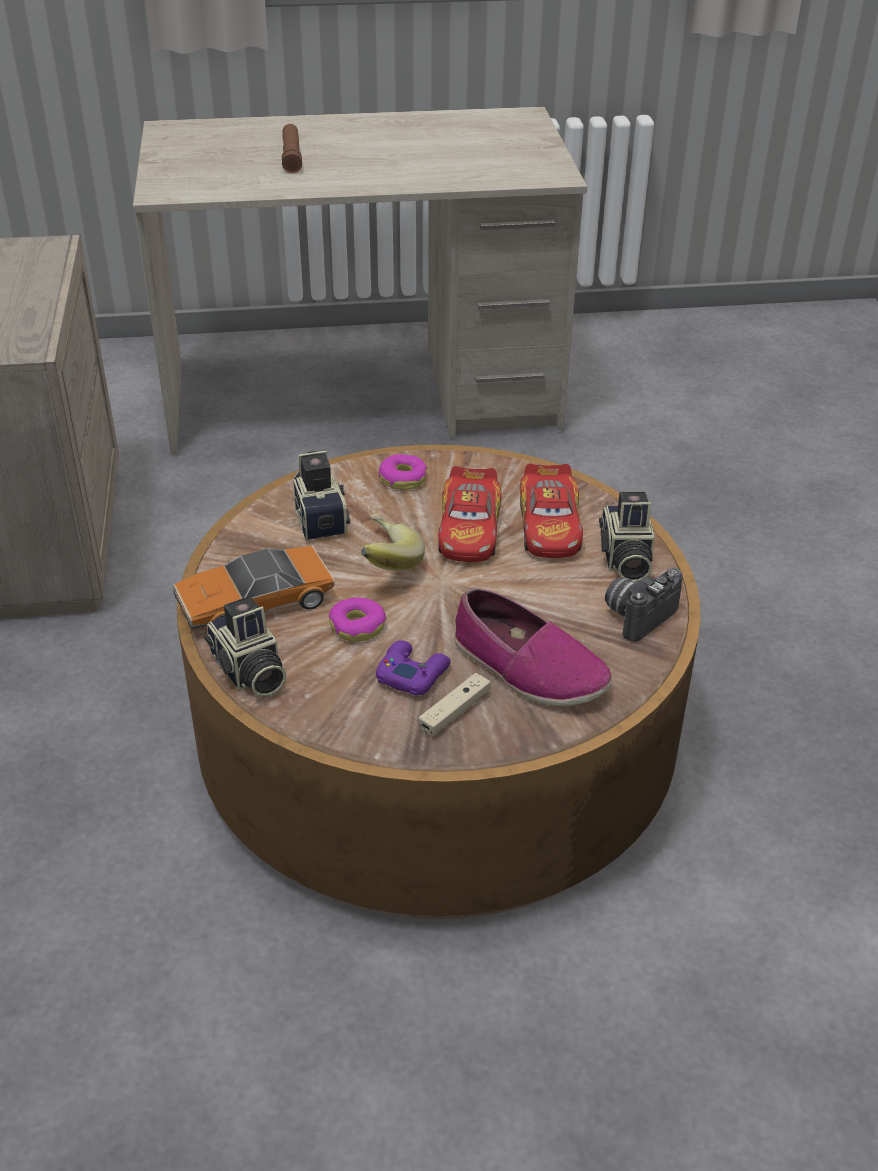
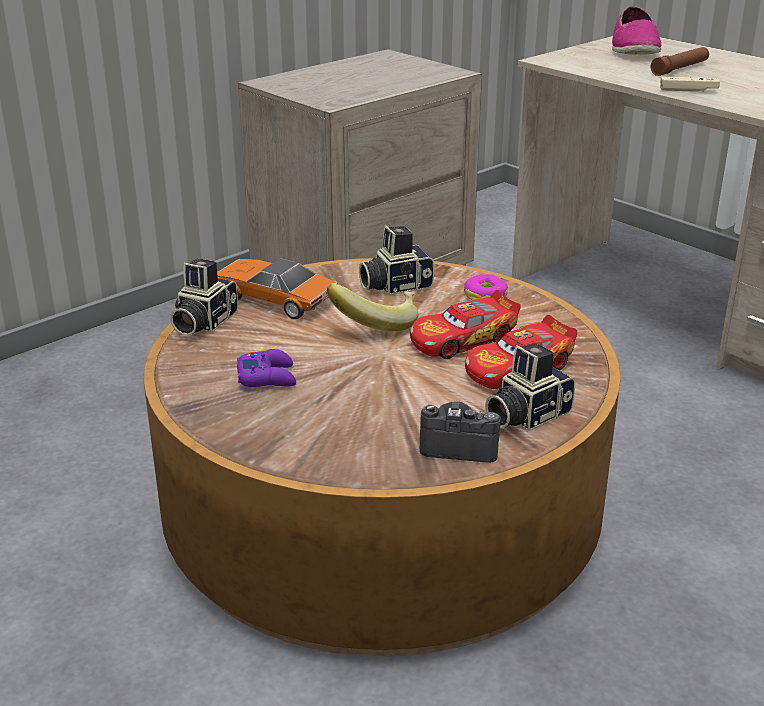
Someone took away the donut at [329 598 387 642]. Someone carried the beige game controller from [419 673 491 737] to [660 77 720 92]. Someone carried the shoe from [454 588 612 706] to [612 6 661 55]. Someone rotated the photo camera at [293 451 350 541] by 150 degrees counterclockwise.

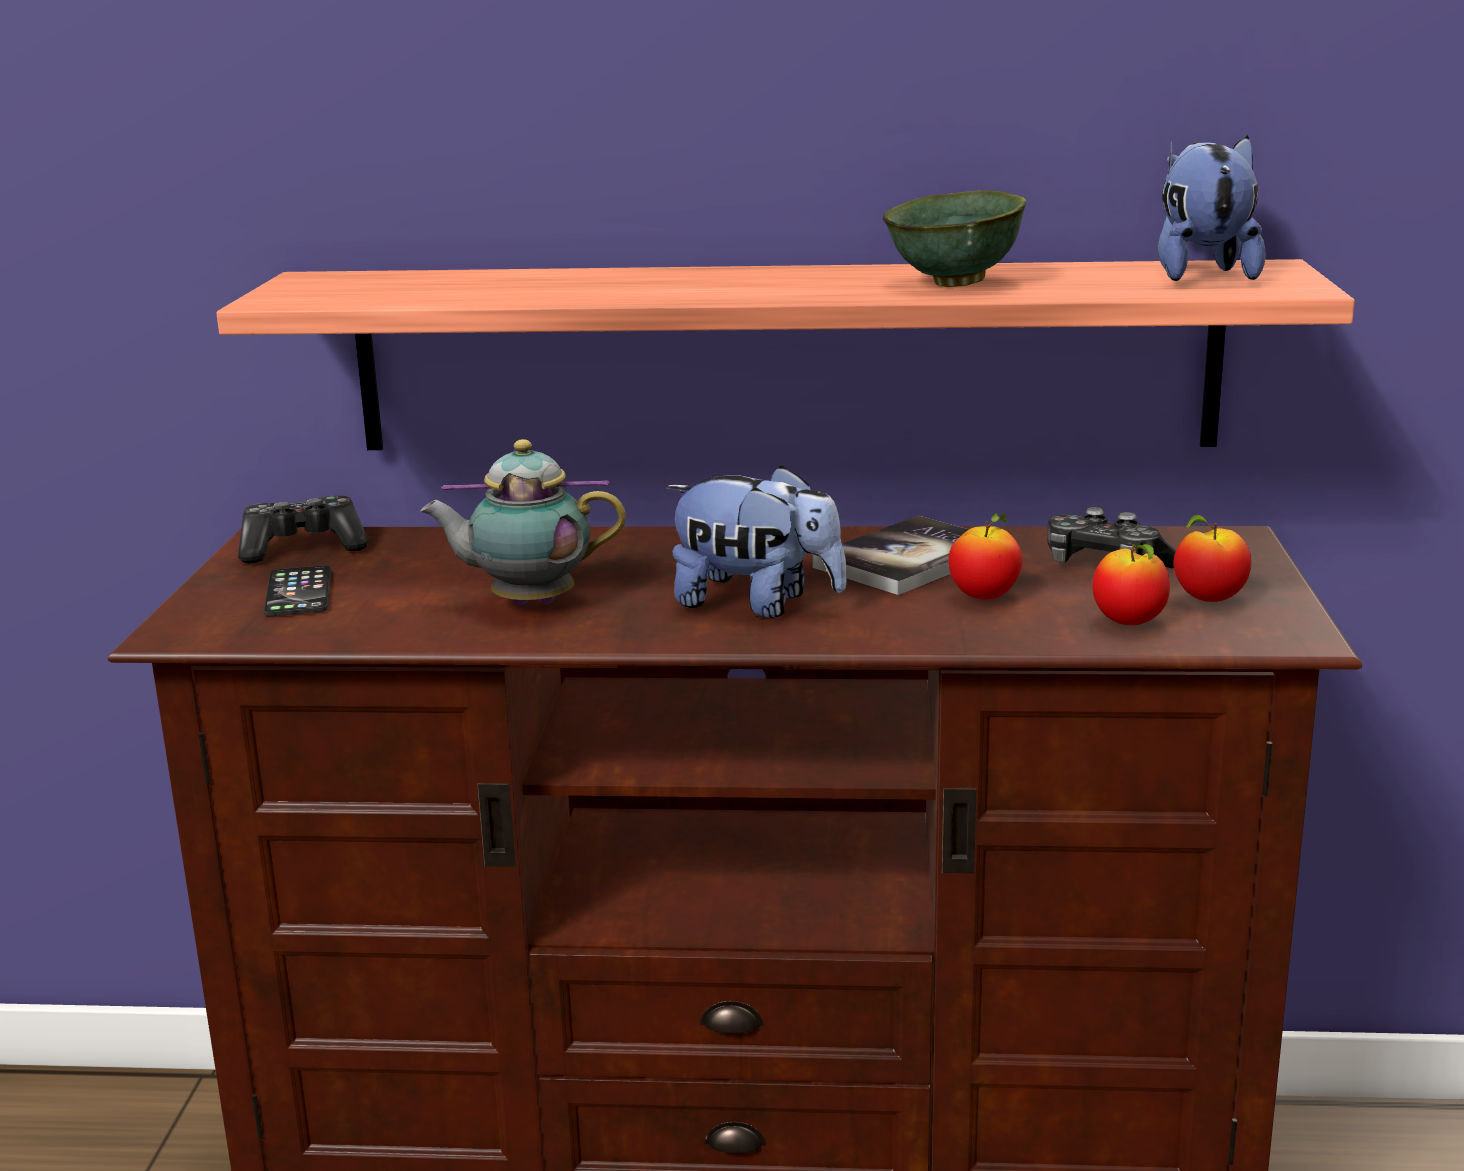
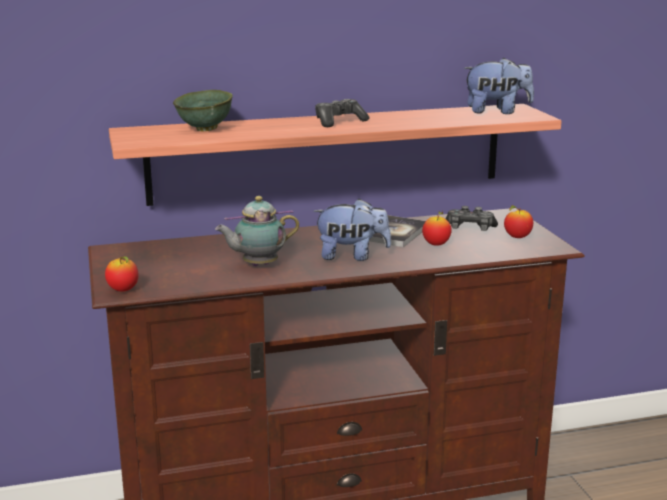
Someone took away the phone at [264 565 331 616]. Someone carried the game controller from [238 495 369 564] to [315 99 369 127]. Someone carried the green bowl from [883 190 1027 287] to [173 90 233 132]. Someone carried the apple from [1092 544 1170 625] to [105 256 139 292]. Someone rotated the plush toy at [1158 135 1266 281] by 105 degrees clockwise.

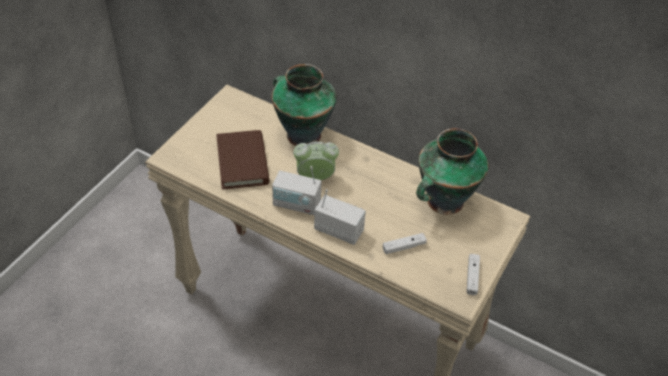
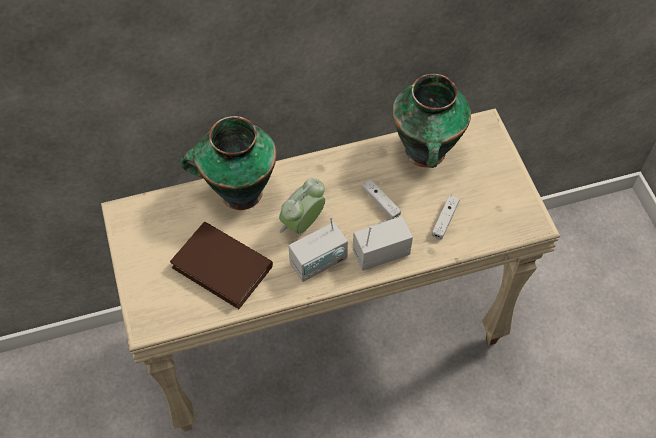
Someone carried the white game controller from [467 254 480 295] to [362 180 401 219].

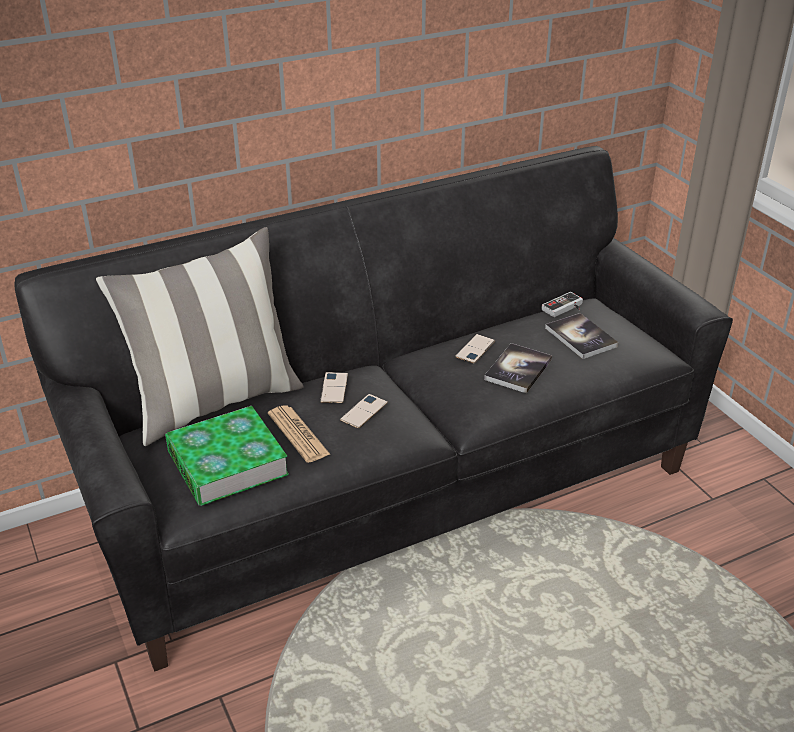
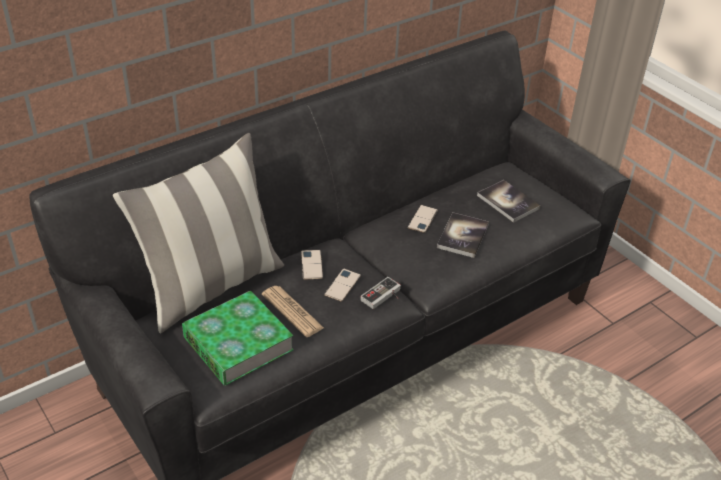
Someone carried the game controller from [542 292 583 317] to [360 277 401 309].

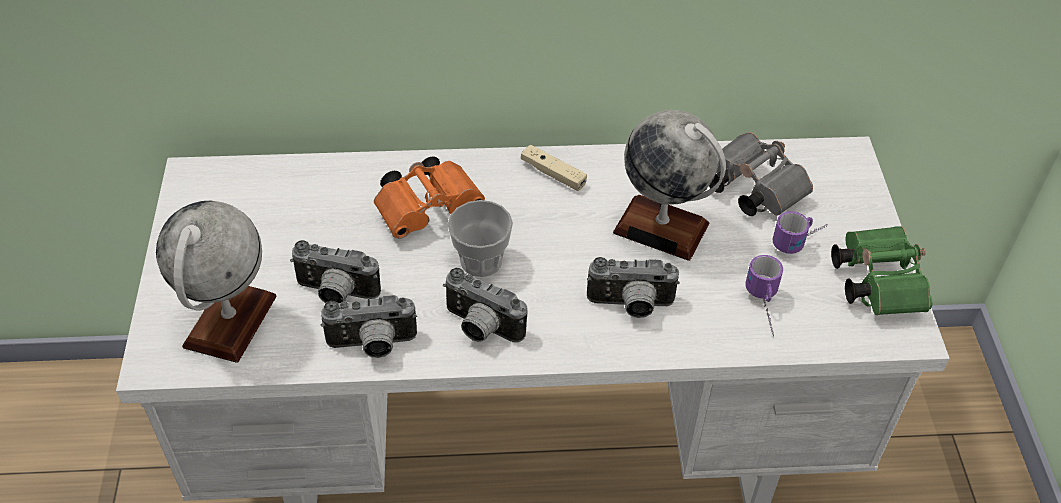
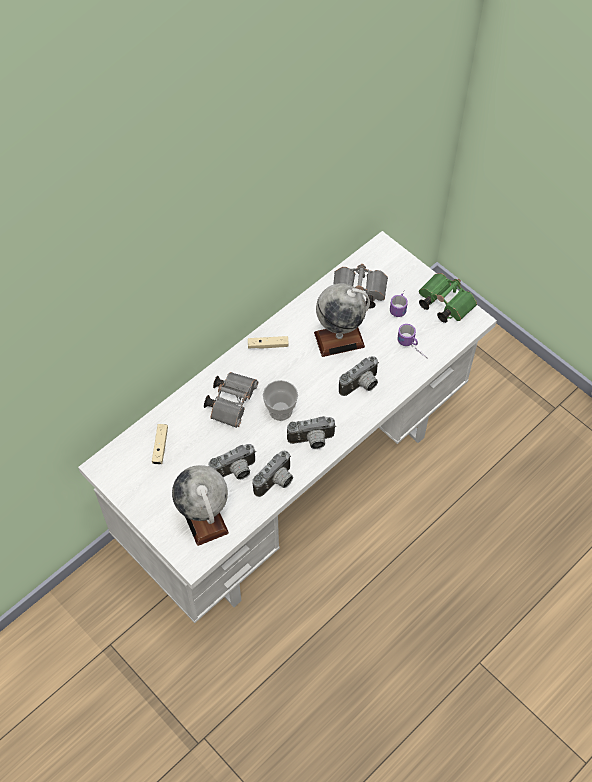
Someone put down the beige game controller at [152 424 168 464]. Someone repainted the orange binoculars at [374 156 485 239], which became the grey binoculars at [204 372 258 428].

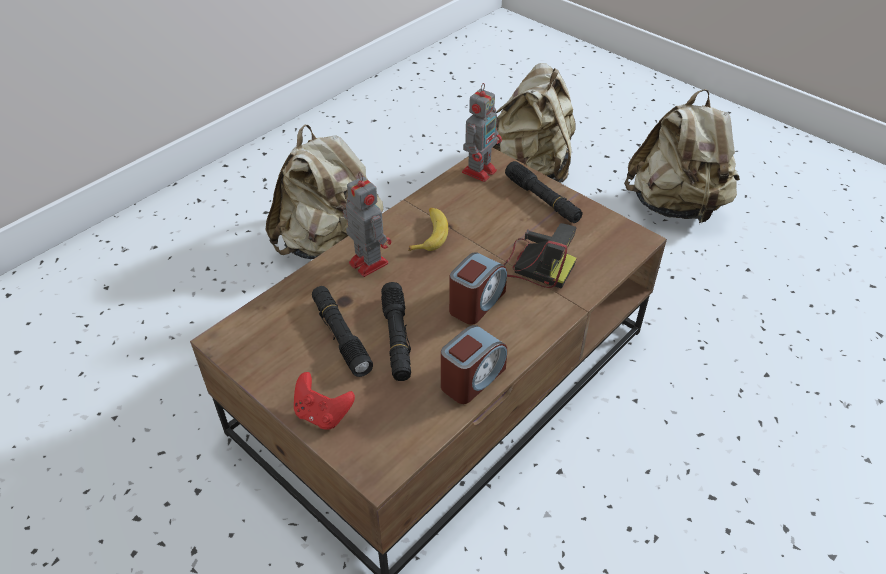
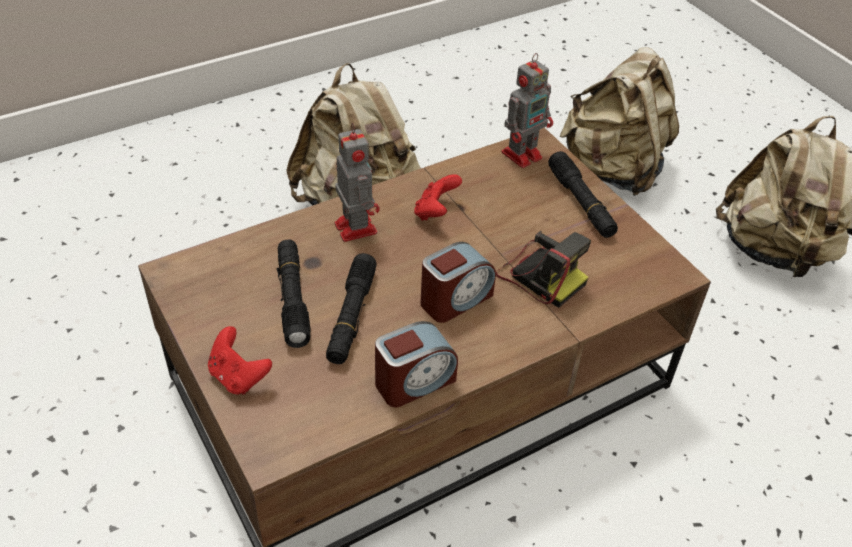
Someone swapped the banana at [408 207 448 251] for the red game controller at [414 174 462 221].

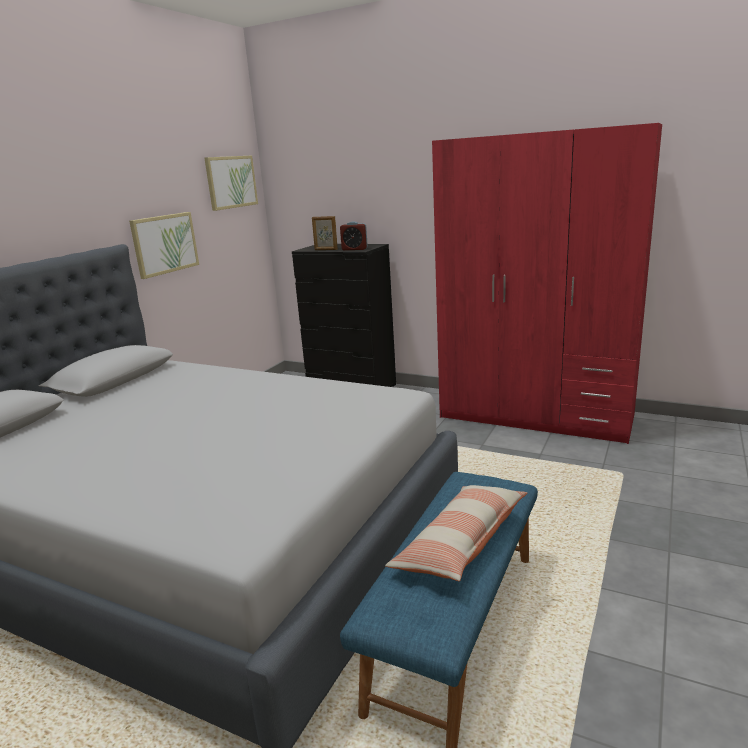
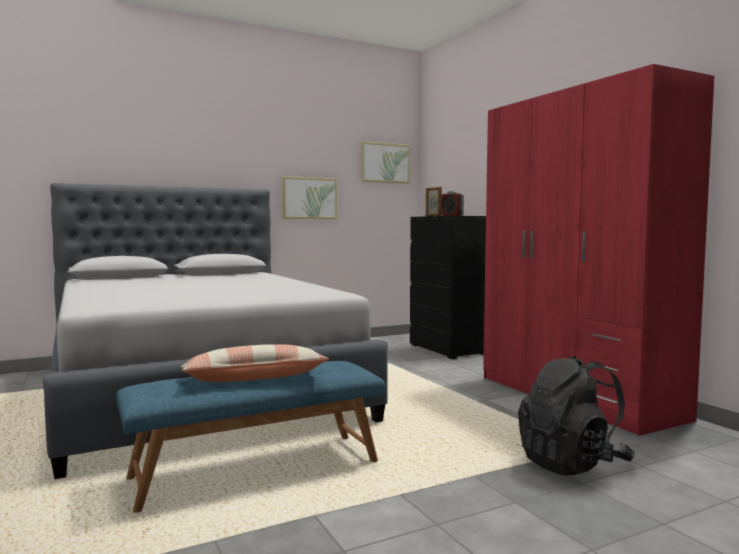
Someone put down the black backpack at [518 356 635 476].

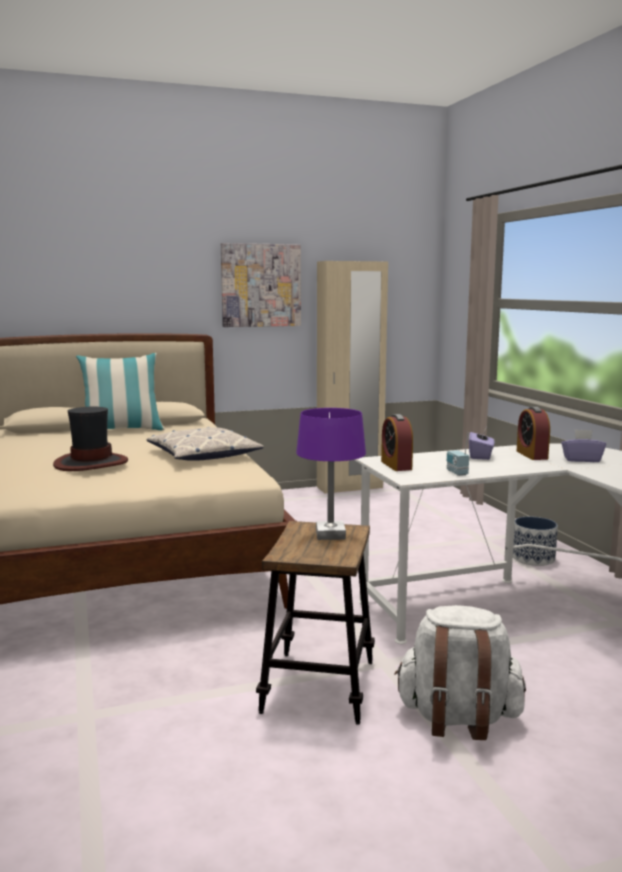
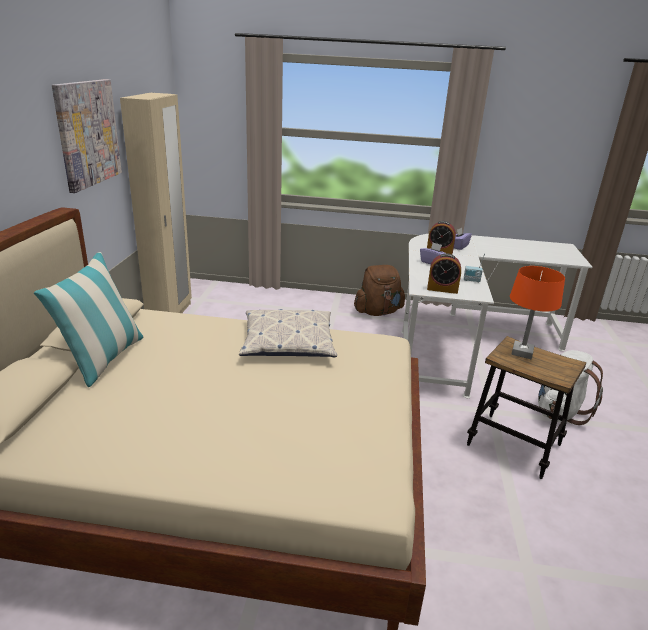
Someone took away the hat at [53 406 128 471]. Someone swapped the planter at [513 517 558 566] for the brown backpack at [354 265 405 316]. Someone repainted the purple table lamp at [296 408 366 540], which became the orange table lamp at [510 266 565 359].

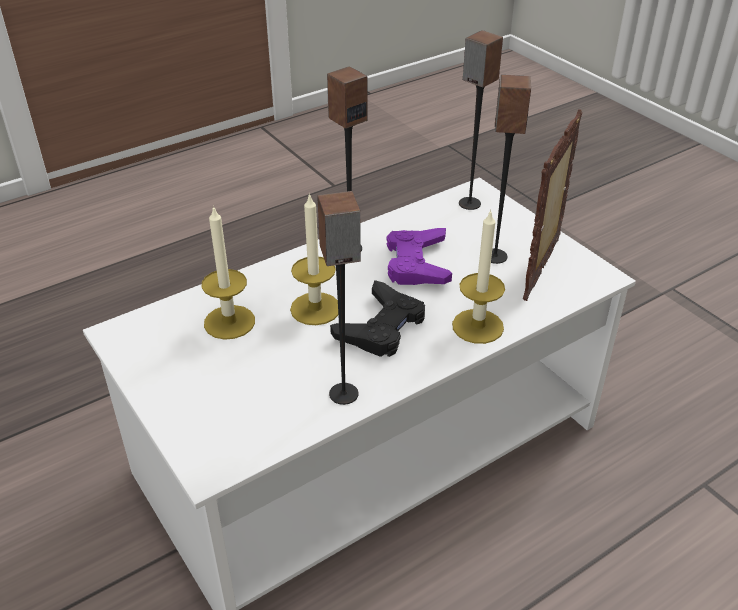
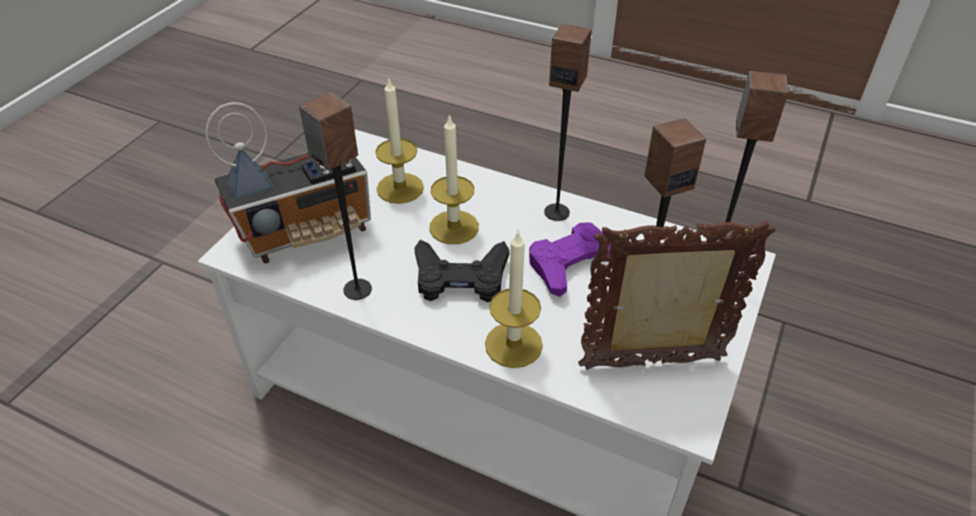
Someone put down the radio at [206 102 371 264].

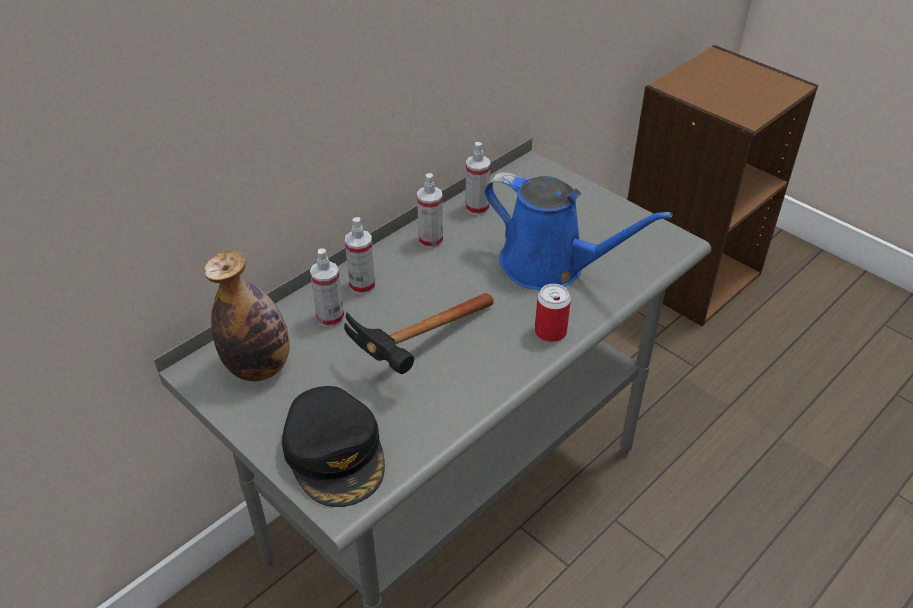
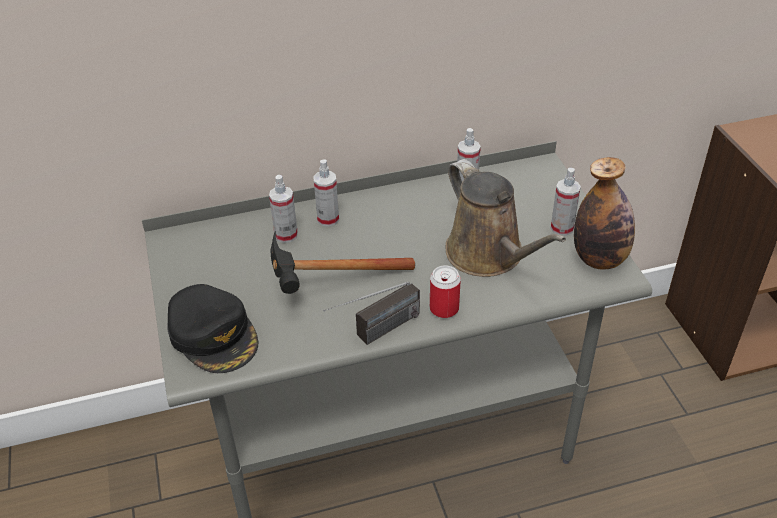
Someone put down the radio at [323 282 420 345]. Someone carried the bottle from [204 251 290 381] to [574 157 635 270]. Someone carried the spray bottle from [417 173 443 249] to [551 168 581 236]. Someone repainted the blue watering can at [484 172 672 290], which became the brown watering can at [446 159 566 277]. Someone rotated the black cap at [282 386 385 507] by 45 degrees counterclockwise.

